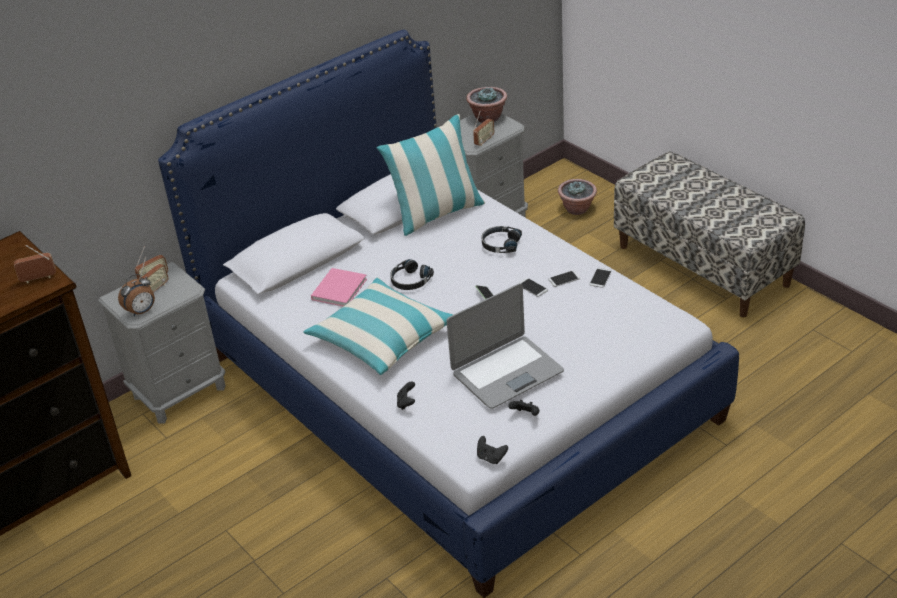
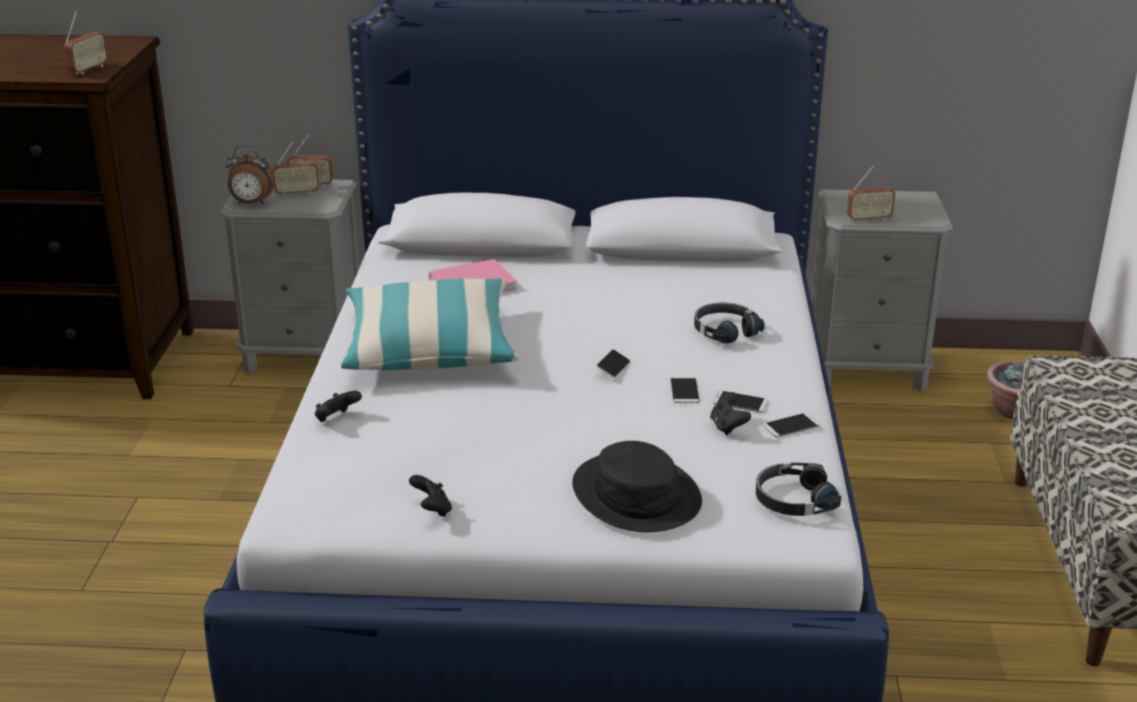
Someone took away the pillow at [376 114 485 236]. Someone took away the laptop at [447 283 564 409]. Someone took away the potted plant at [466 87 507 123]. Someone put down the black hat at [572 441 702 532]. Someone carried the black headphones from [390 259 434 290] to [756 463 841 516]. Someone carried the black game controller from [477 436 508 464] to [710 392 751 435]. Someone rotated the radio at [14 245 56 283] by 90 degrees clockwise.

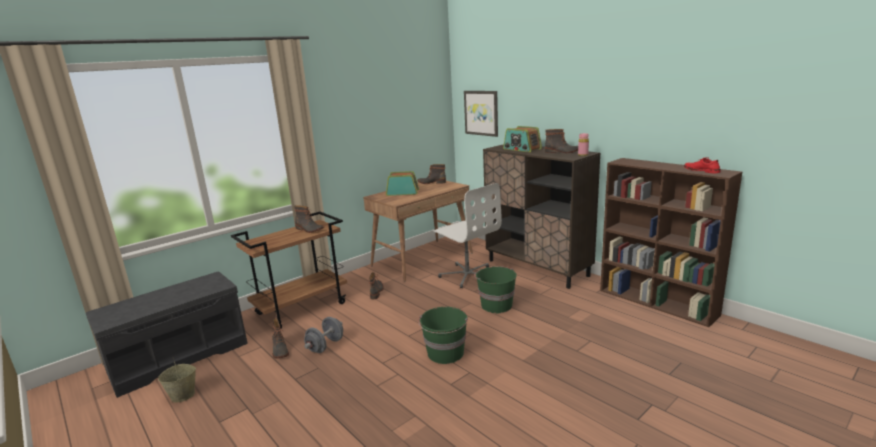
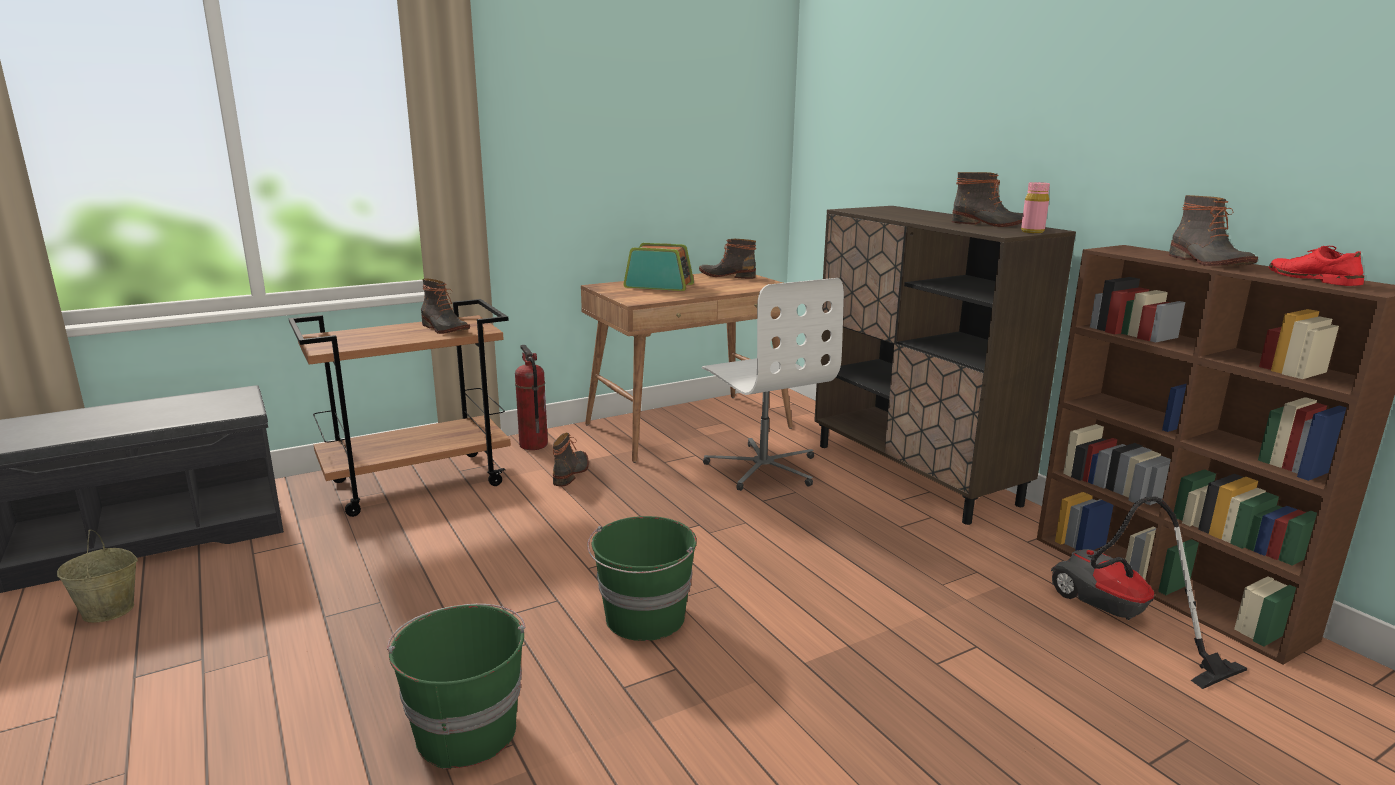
Someone took away the grey dumbbell at [304 317 343 353]. Someone took away the picture at [464 91 498 137]. Someone took away the radio at [503 126 542 152]. Someone put down the fire extinguisher at [515 345 548 450]. Someone put down the vacuum cleaner at [1051 496 1247 689]. Someone carried the boot from [272 318 289 359] to [1169 195 1258 266]. Someone carried the green bucket from [474 266 517 313] to [387 604 525 769].

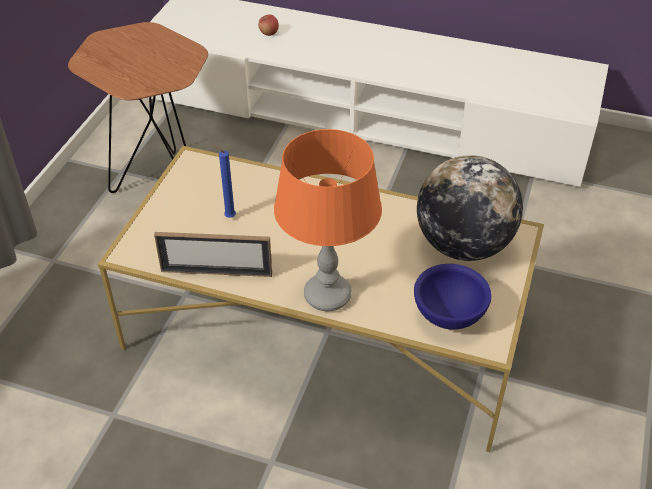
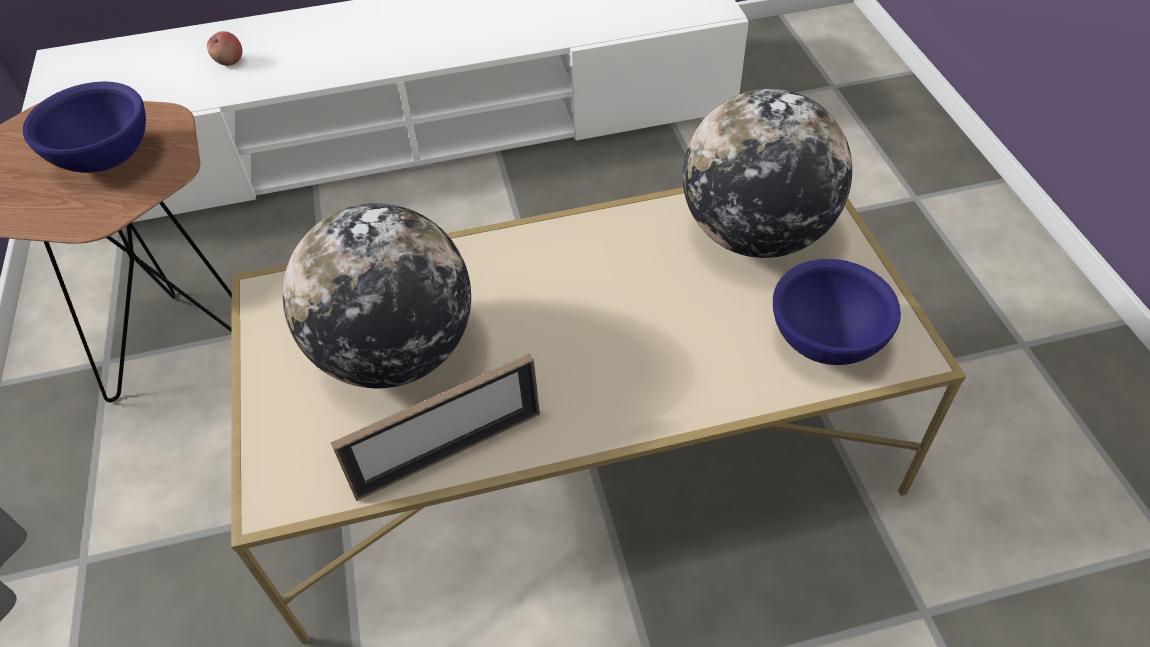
Someone took away the orange table lamp at [274 129 382 311]. Someone put down the blue bowl at [23 82 146 173]. Someone swapped the blue candle at [213 145 236 218] for the globe at [283 203 471 388].

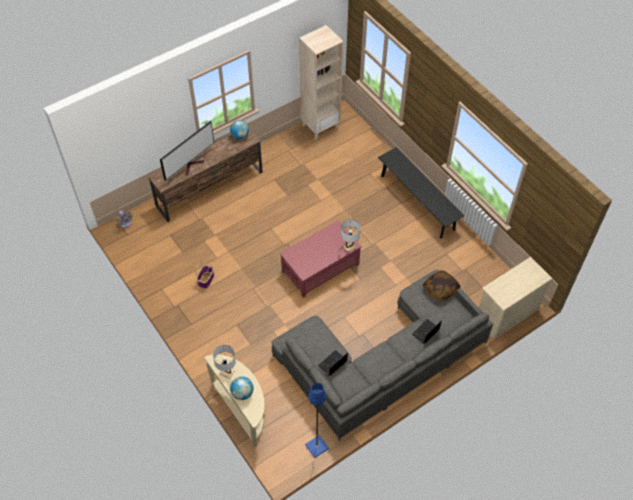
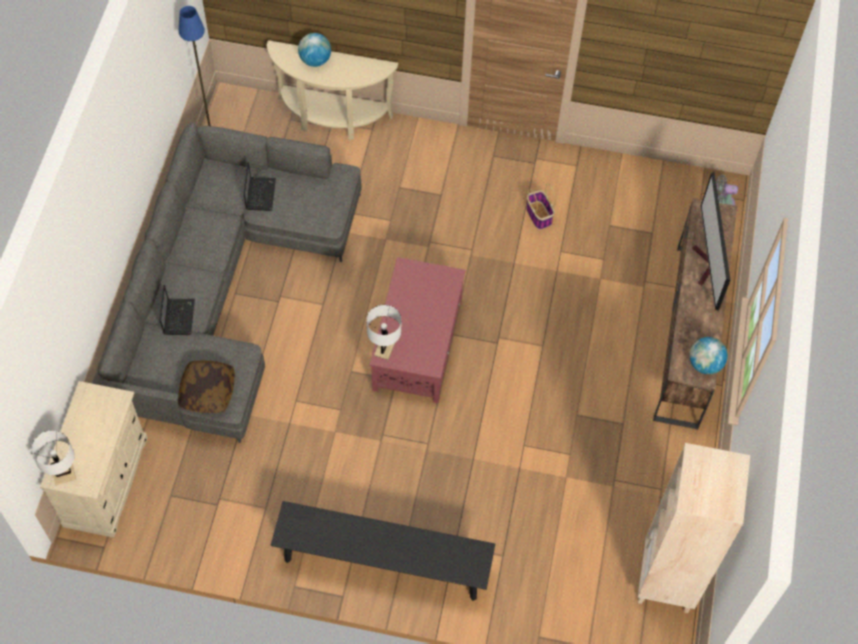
Someone carried the white table lamp from [213 345 236 379] to [31 430 76 485].

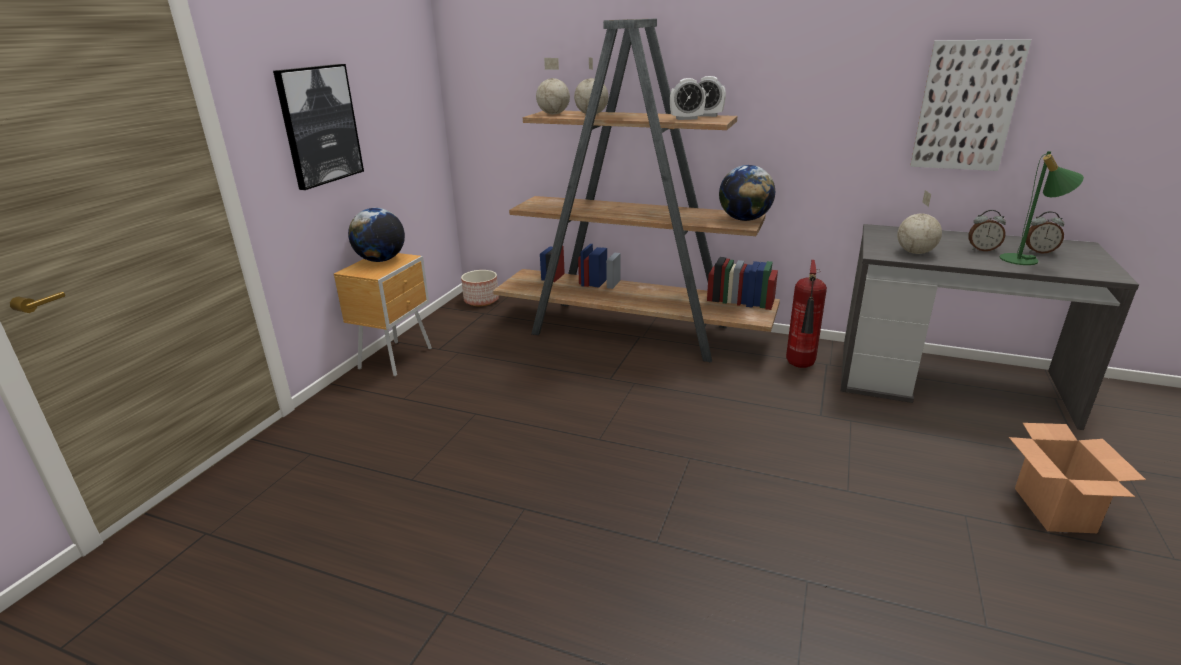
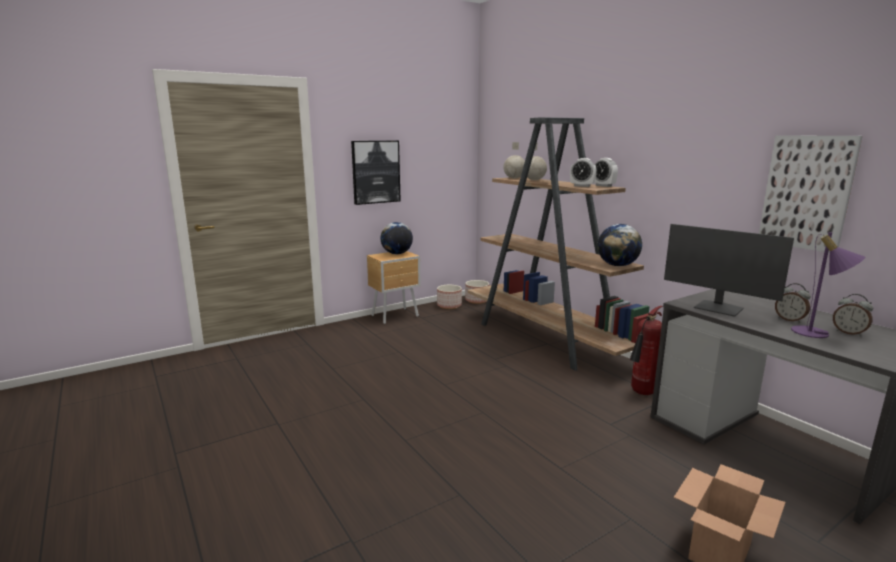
Someone put down the planter at [437 285 462 309]. Someone swapped the globe at [897 190 942 254] for the monitor at [664 224 794 317]. Someone repainted the green table lamp at [1000 151 1084 265], which became the purple table lamp at [791 232 865 338].

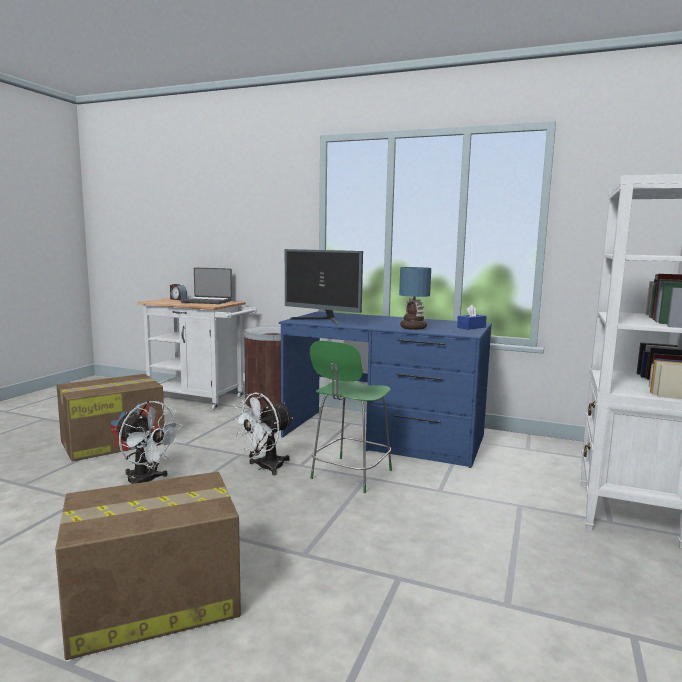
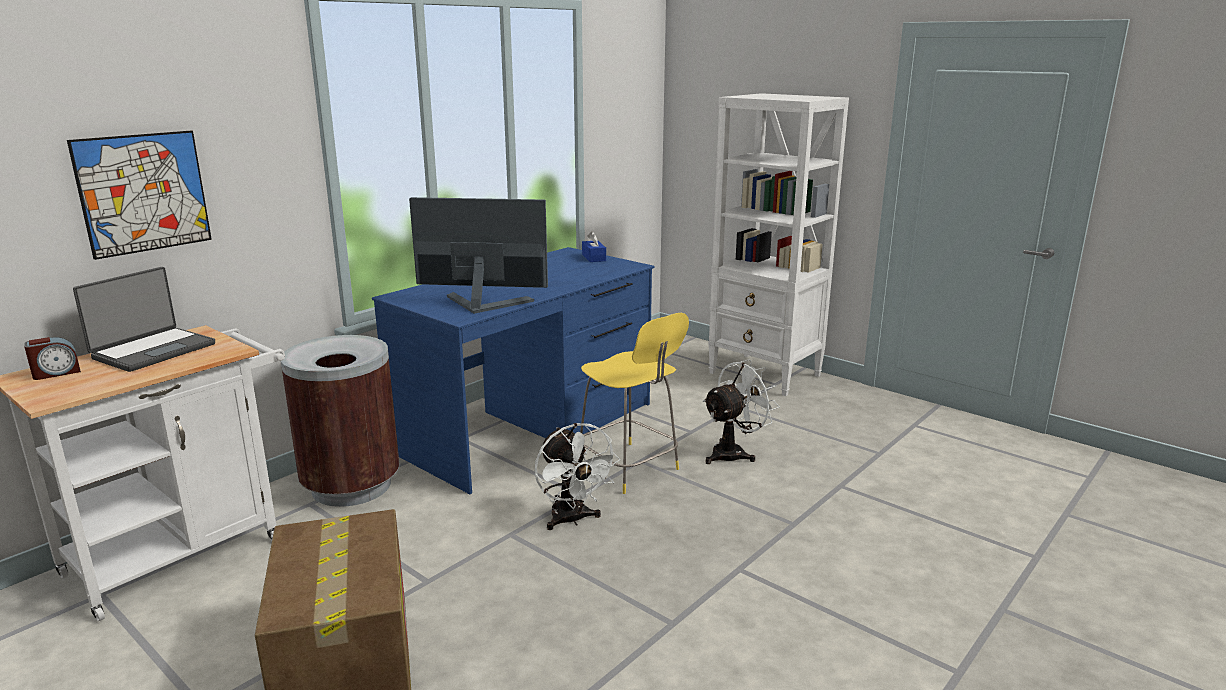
Someone took away the cardboard box at [55 472 241 660]. Someone took away the table lamp at [399 267 431 330]. Someone put up the picture at [67 130 212 260]. Someone carried the white fan from [115 401 183 484] to [703 359 779 464]. Someone repainted the green stool at [310 341 392 493], which became the yellow stool at [580 313 689 494]. Someone rotated the monitor at [285 249 363 325] by 135 degrees counterclockwise.

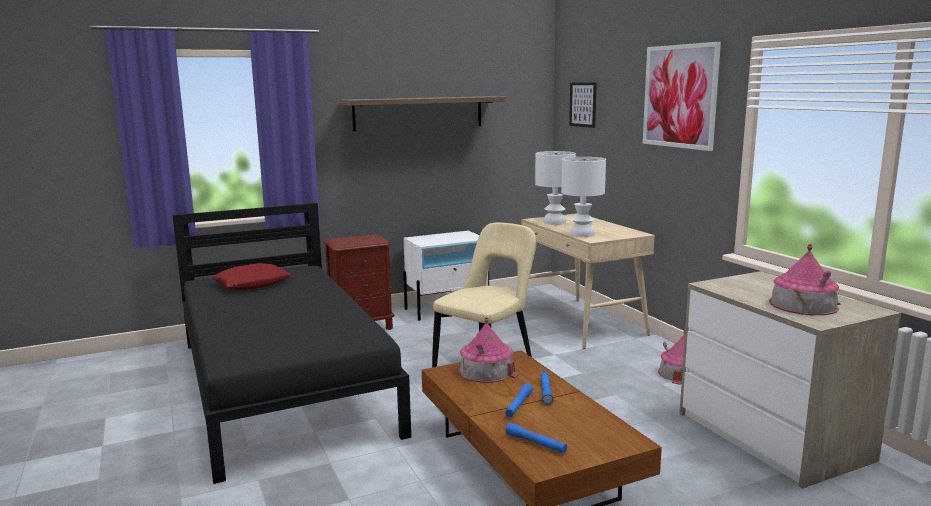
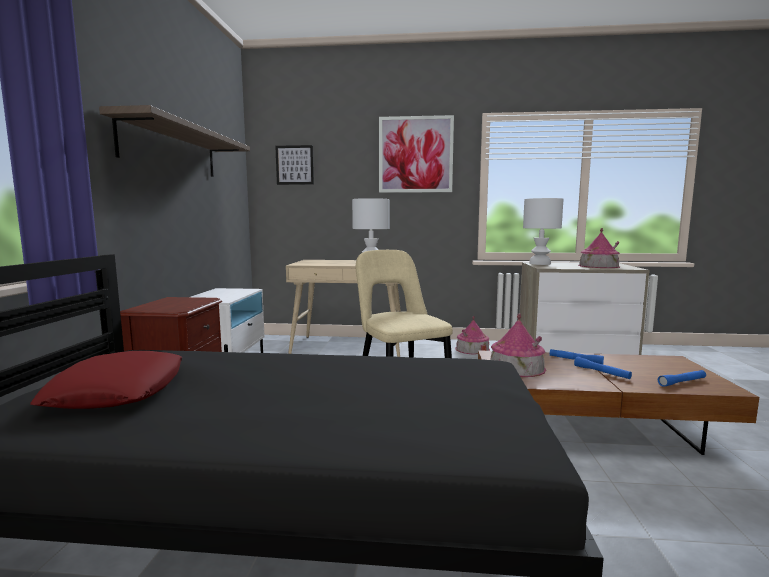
Someone carried the white table lamp from [535 151 576 225] to [523 198 563 265].

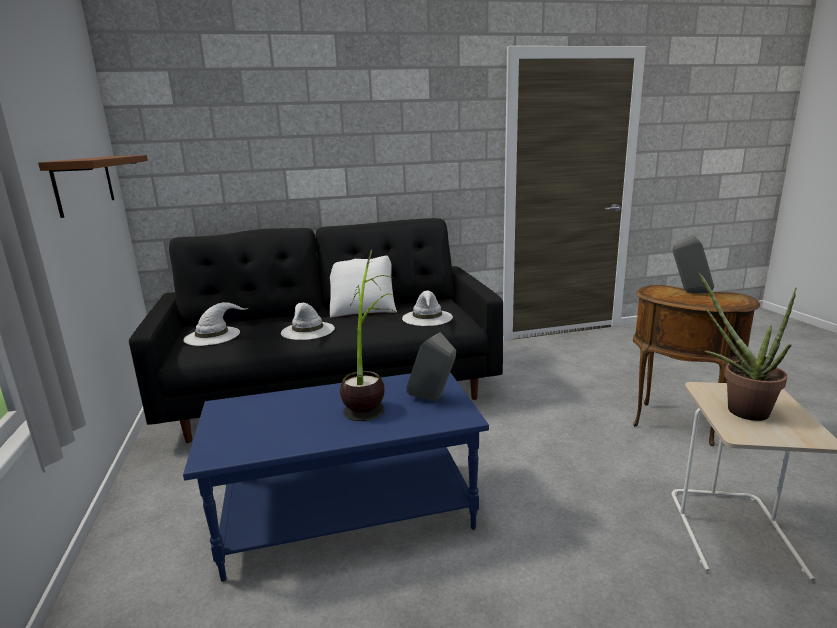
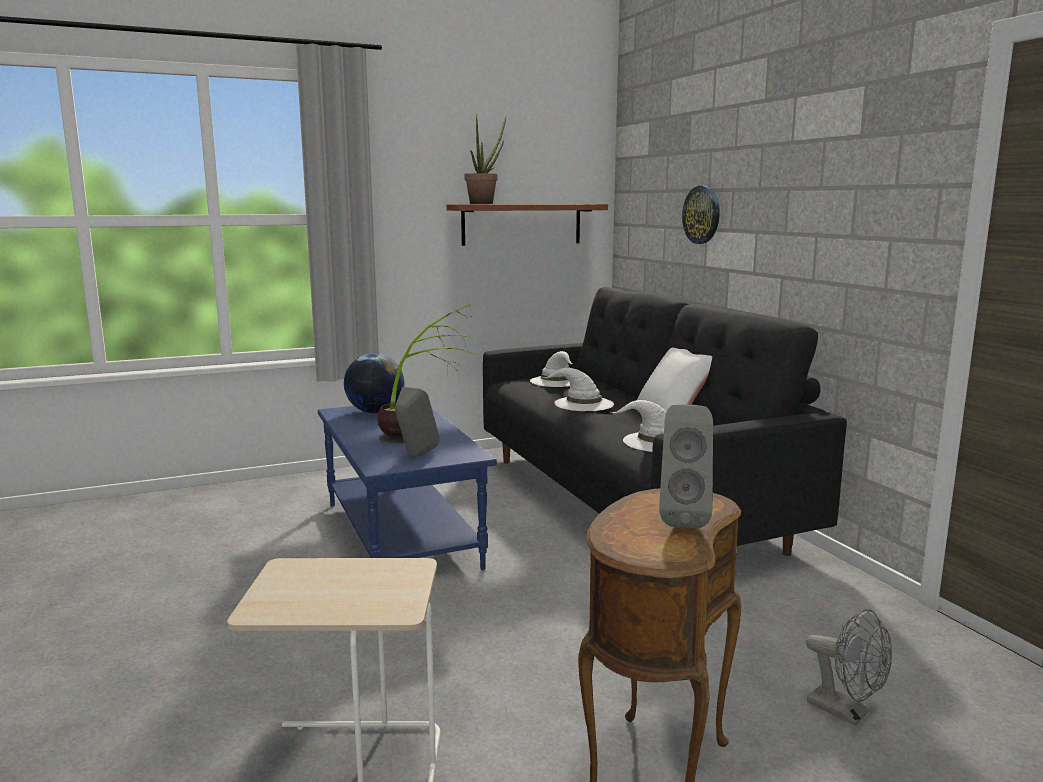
Someone put down the globe at [344 353 404 413]. Someone put up the wall clock at [682 186 720 244]. Someone put down the grey fan at [806 609 892 725]. Someone carried the potted plant from [699 272 797 421] to [464 114 506 204].

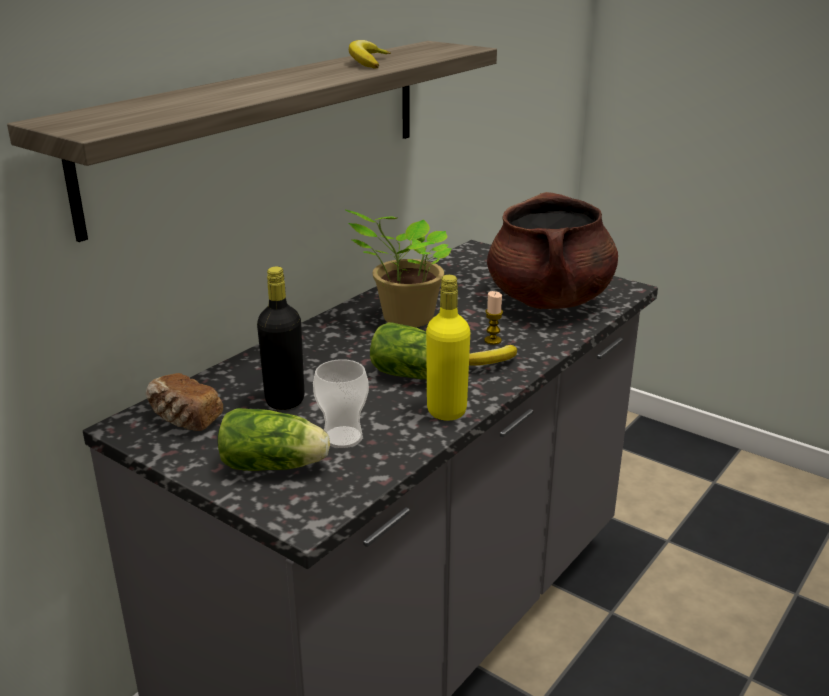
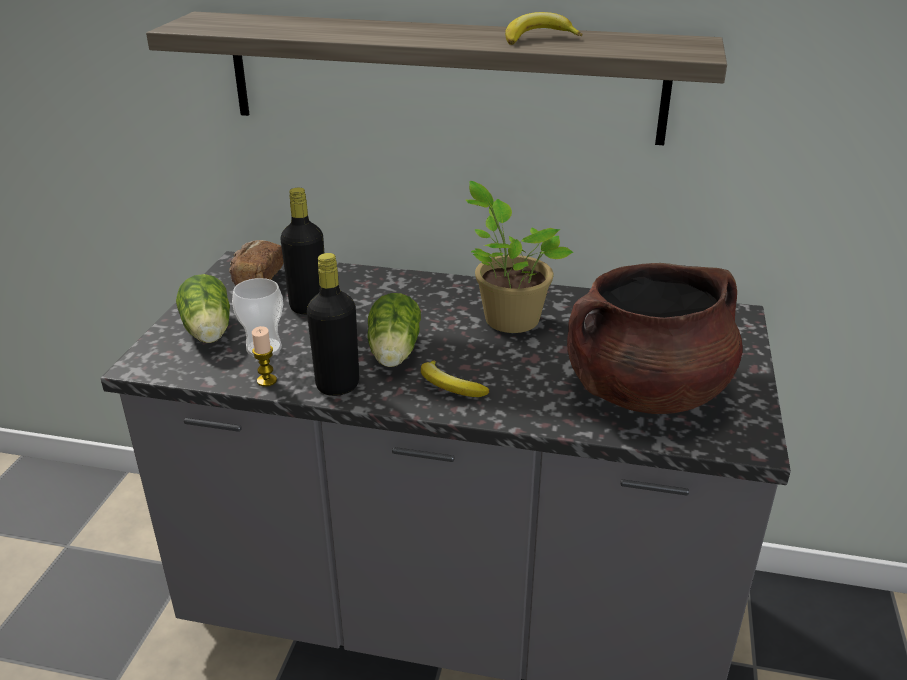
Someone carried the candle from [484 291 503 345] to [252 326 277 387]. Someone repainted the yellow bottle at [426 275 470 421], which became the black bottle at [307 253 359 396].

